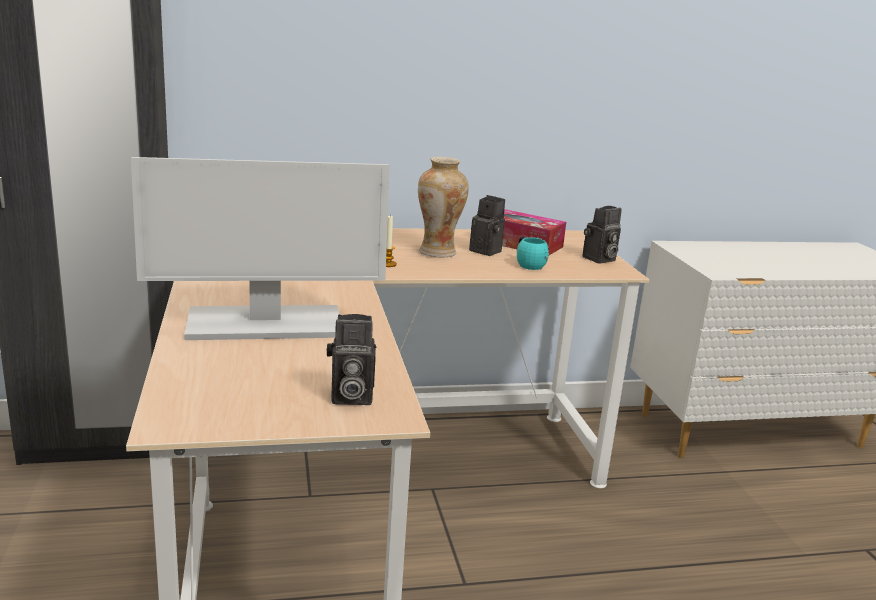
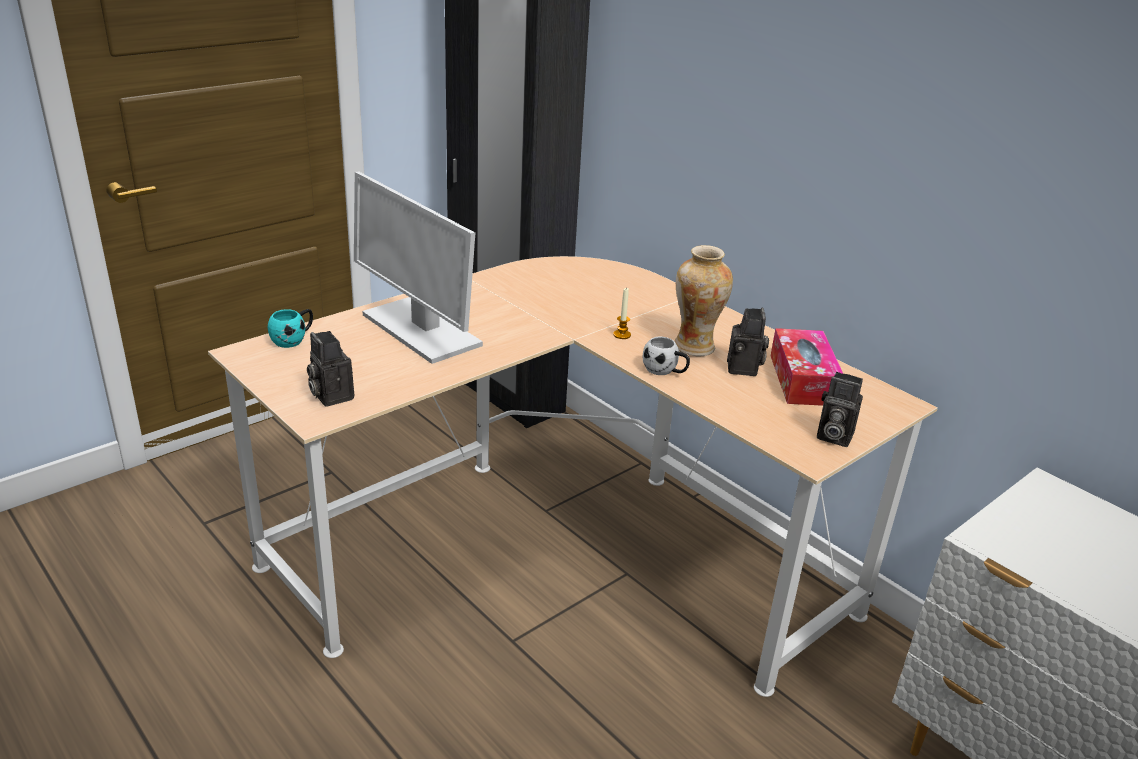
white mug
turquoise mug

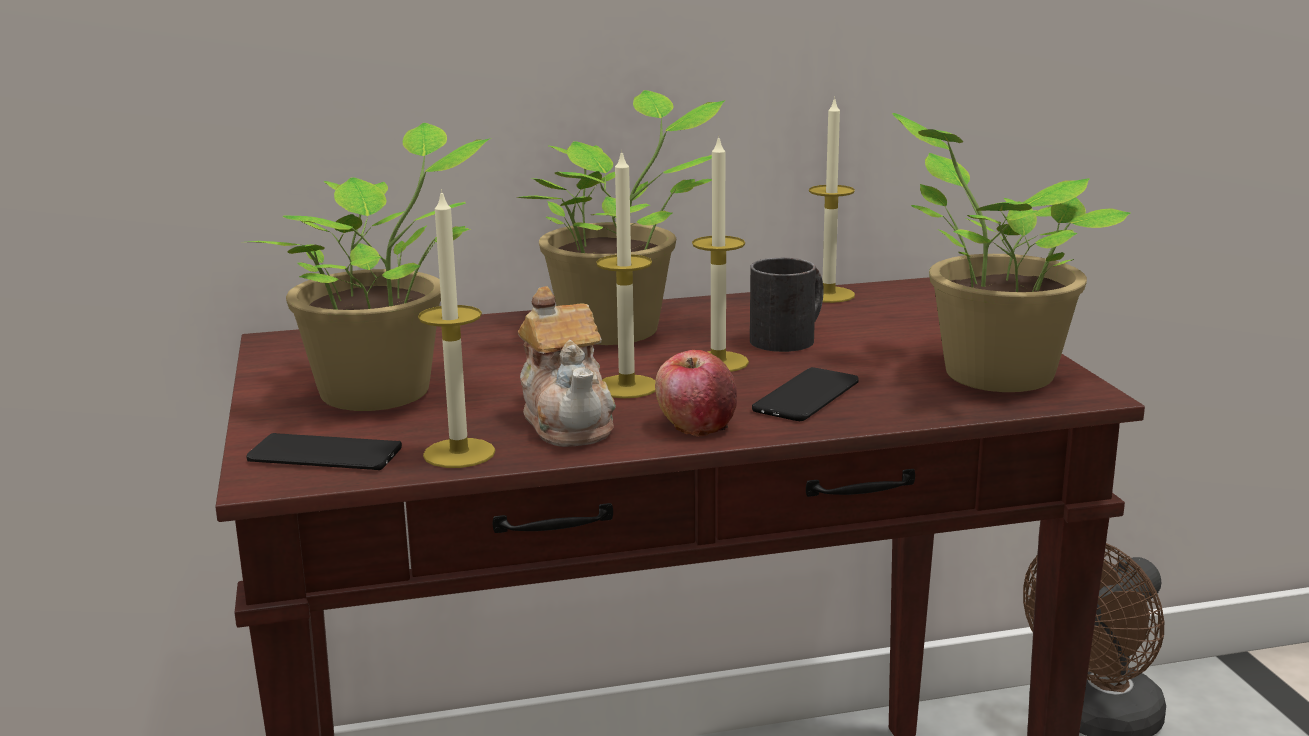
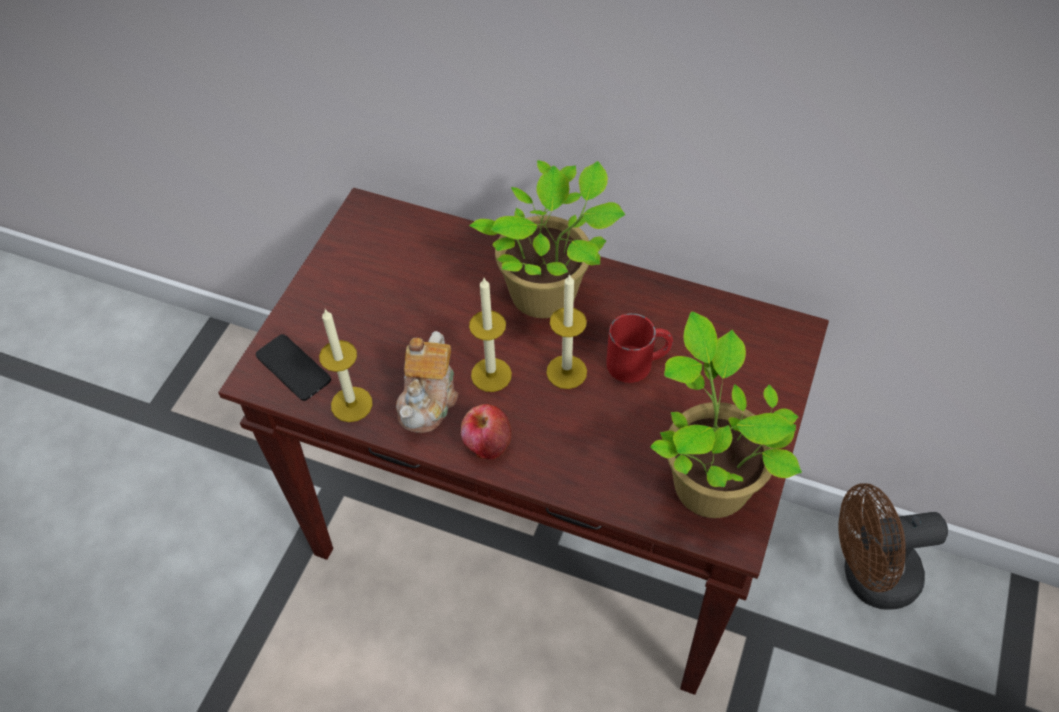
potted plant (1st from left in the first image)
phone (2nd from left in the first image)
candle (4th from left in the first image)
red mug

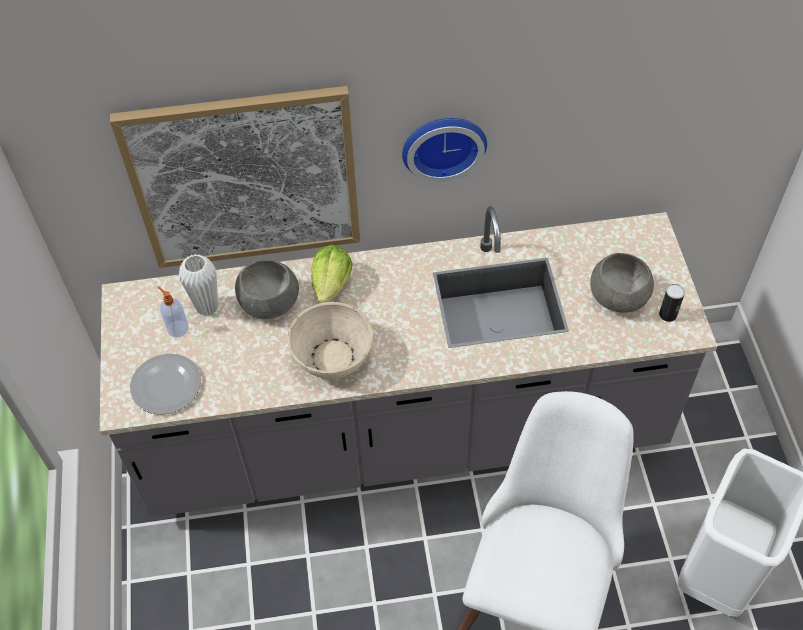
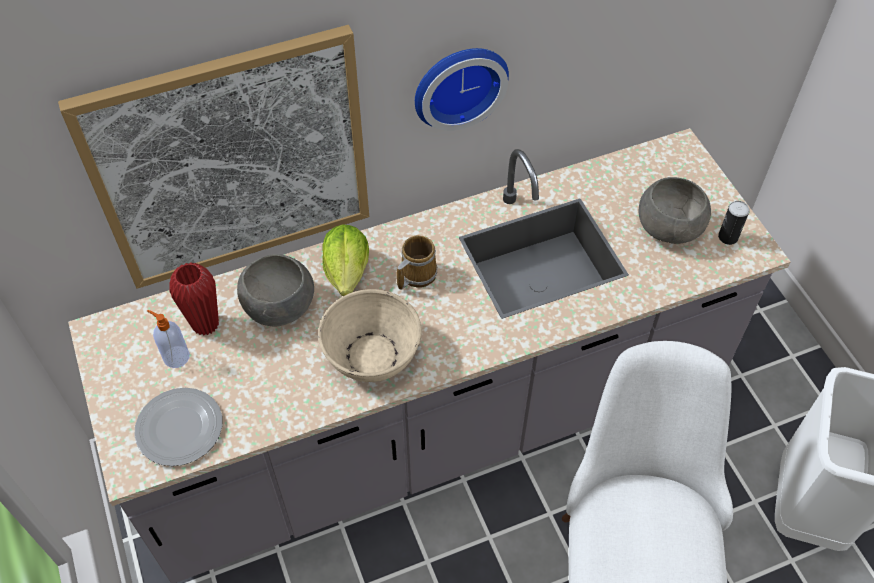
mug
red vase

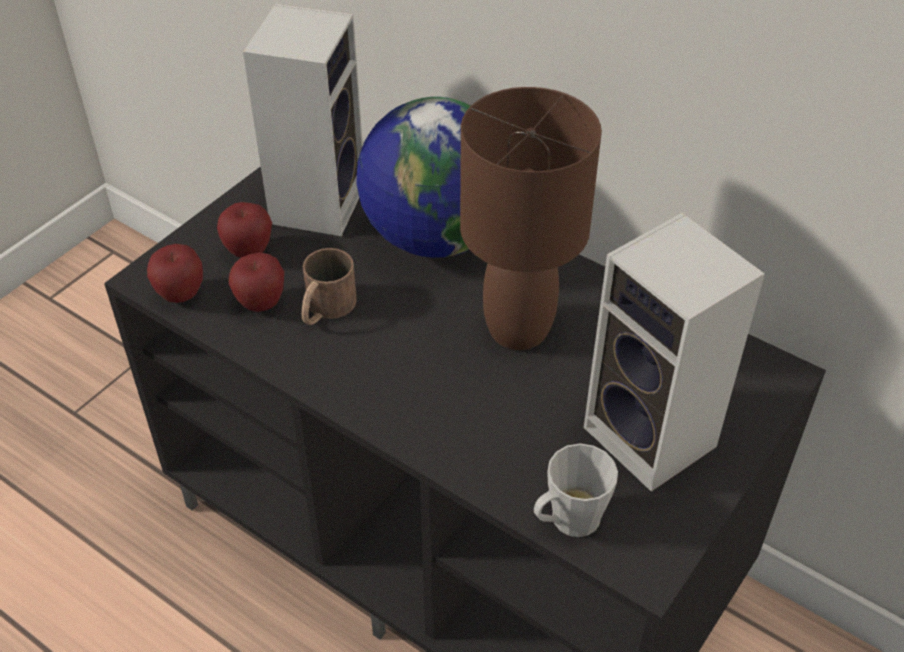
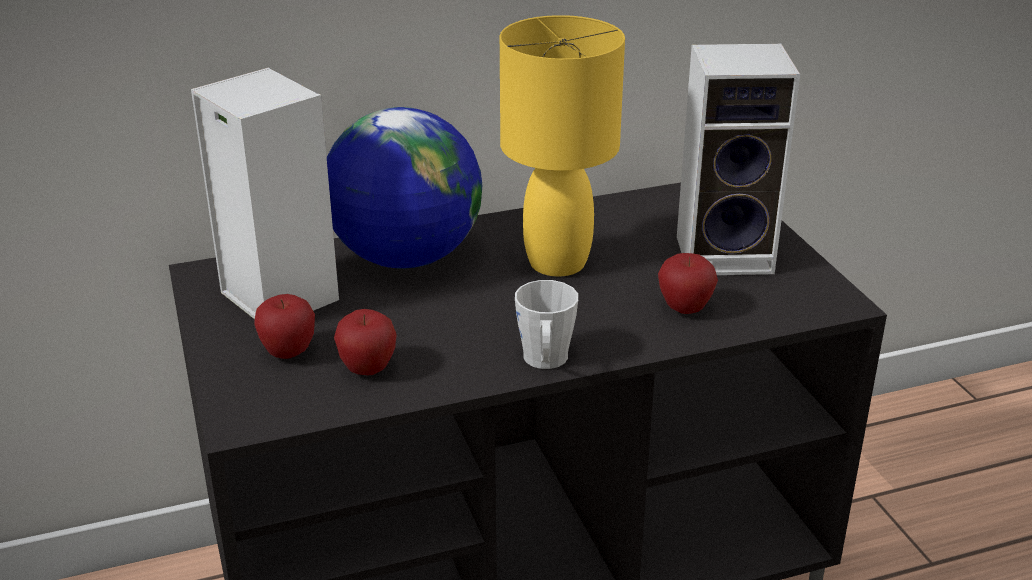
brown mug
apple (3rd from left)
grey mug
yellow table lamp

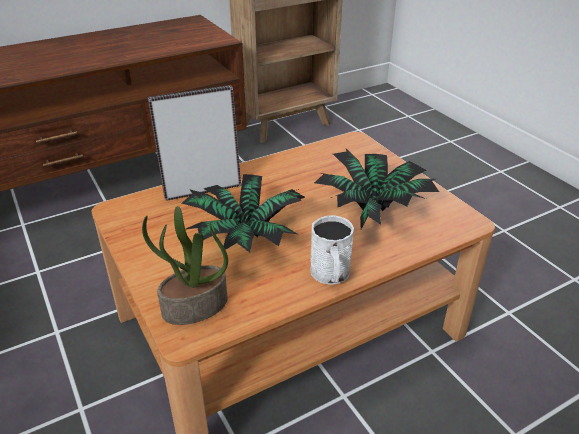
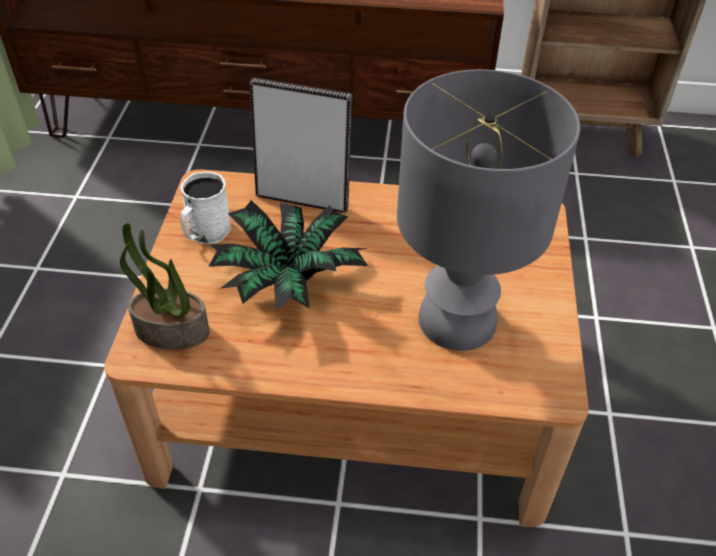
white mug
grey table lamp

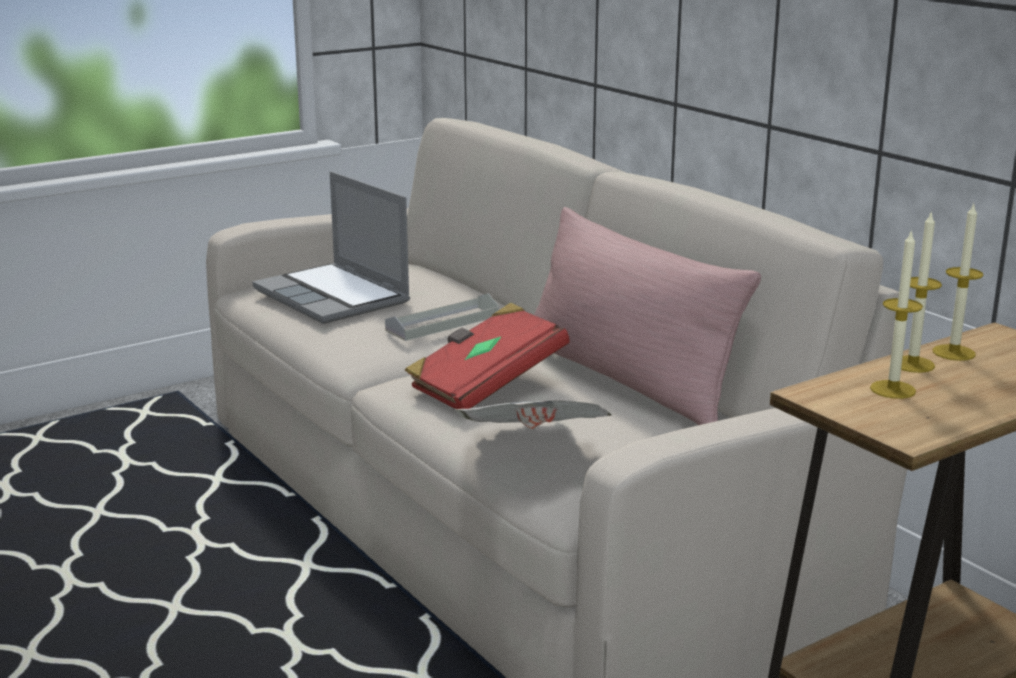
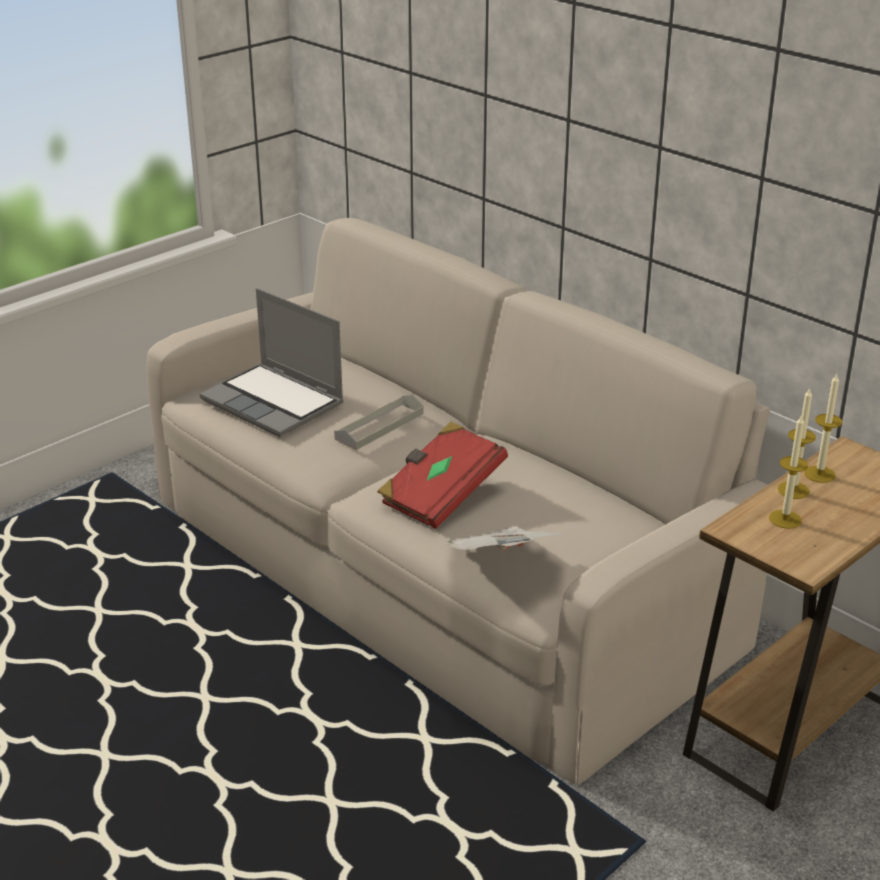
pink pillow

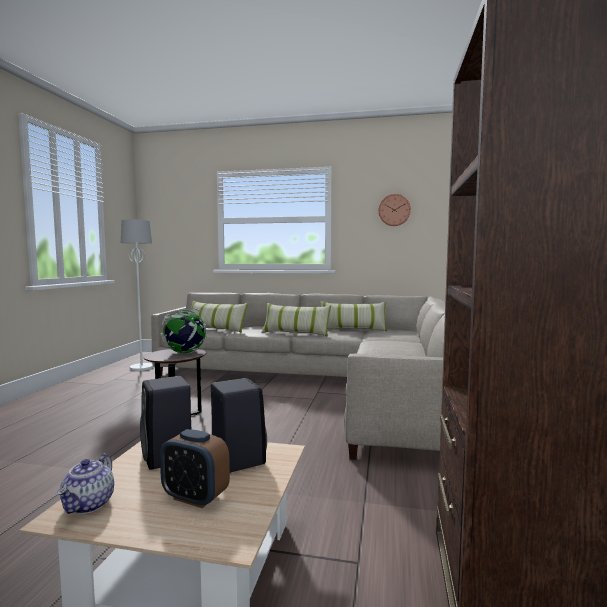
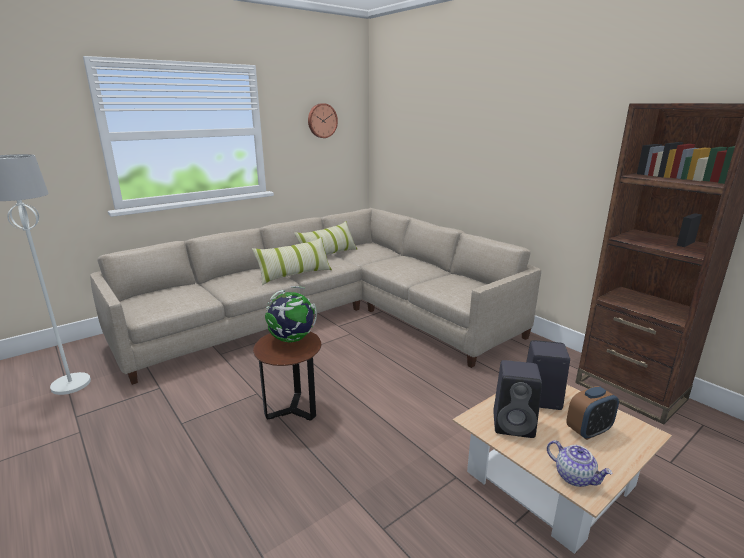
pillow (1st from left in the first image)

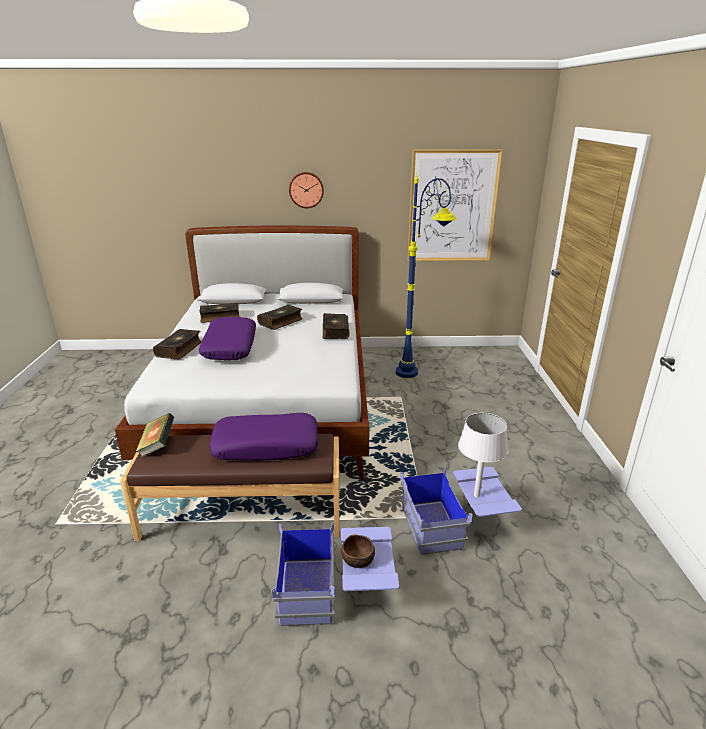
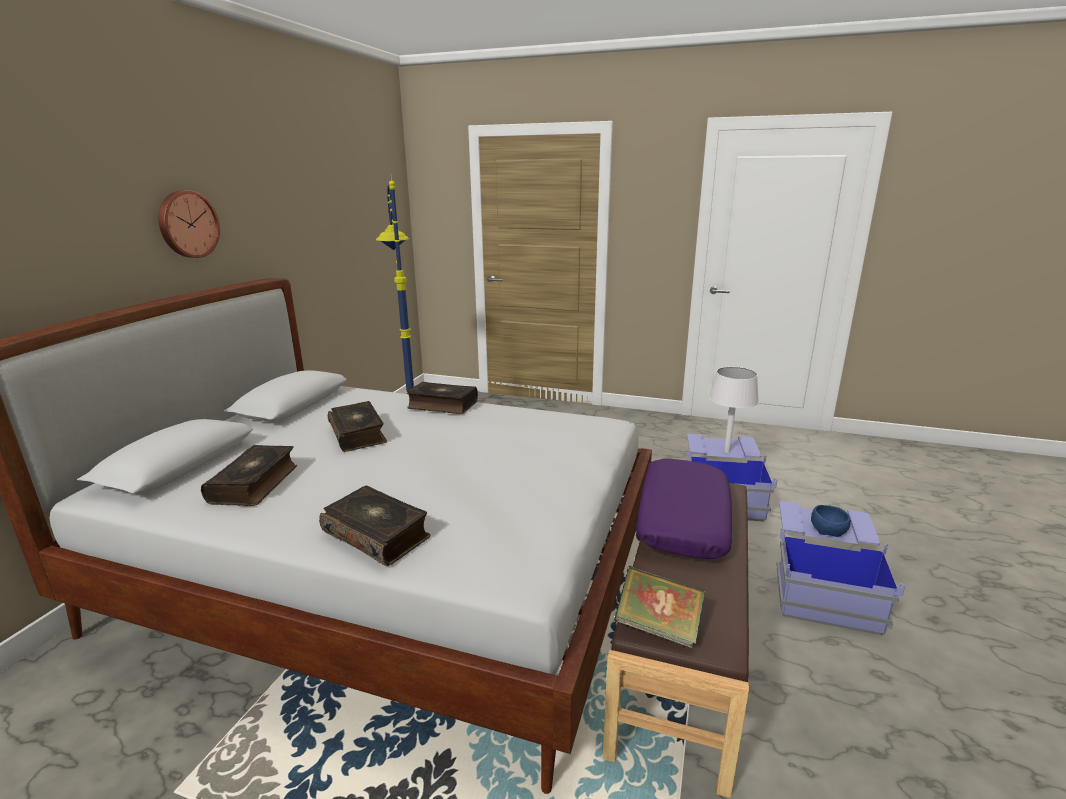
purple pillow (1st from left in the first image)
picture
blue bowl

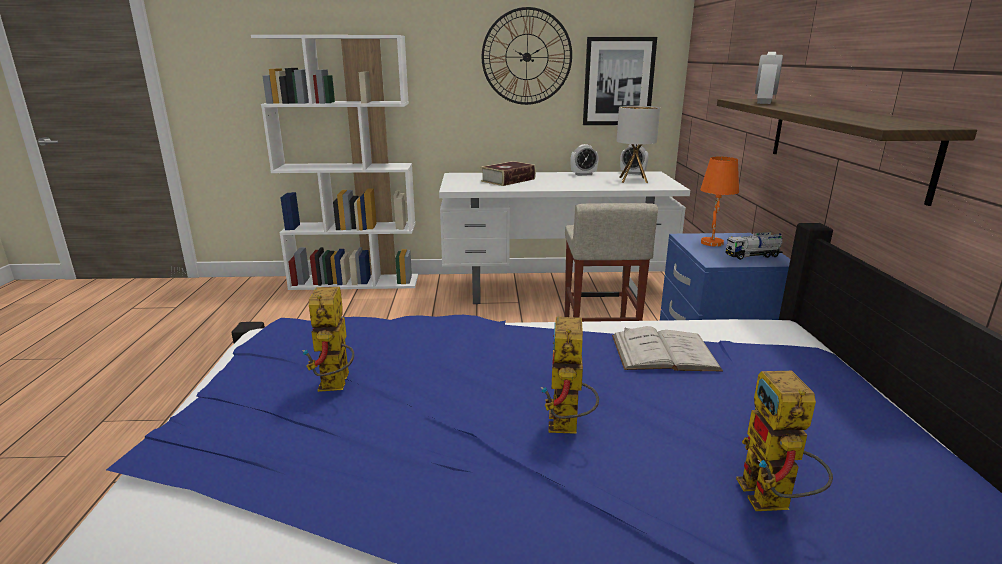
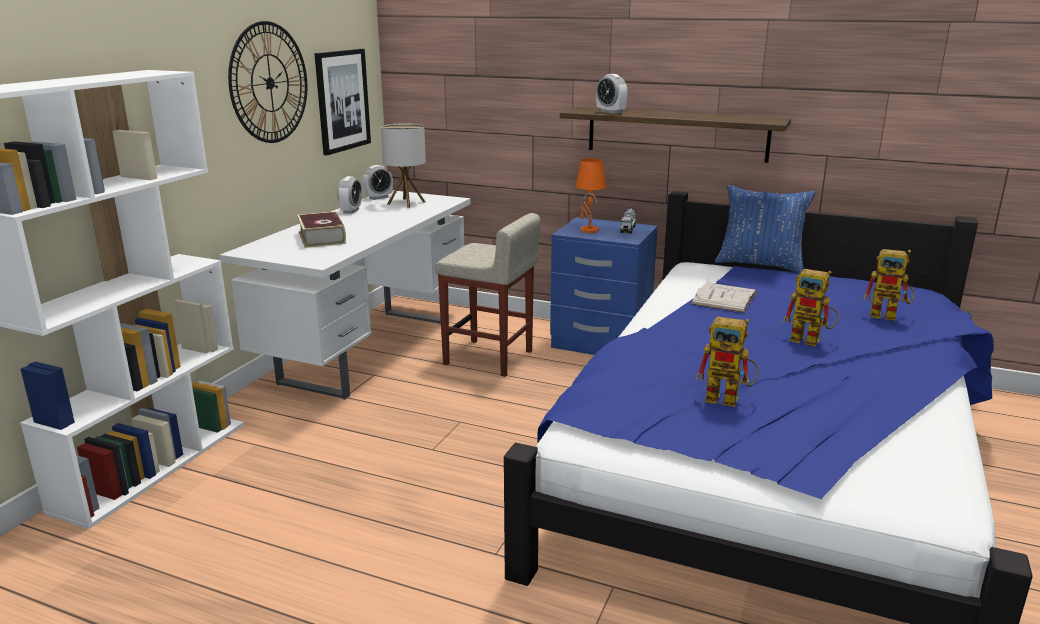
blue pillow

